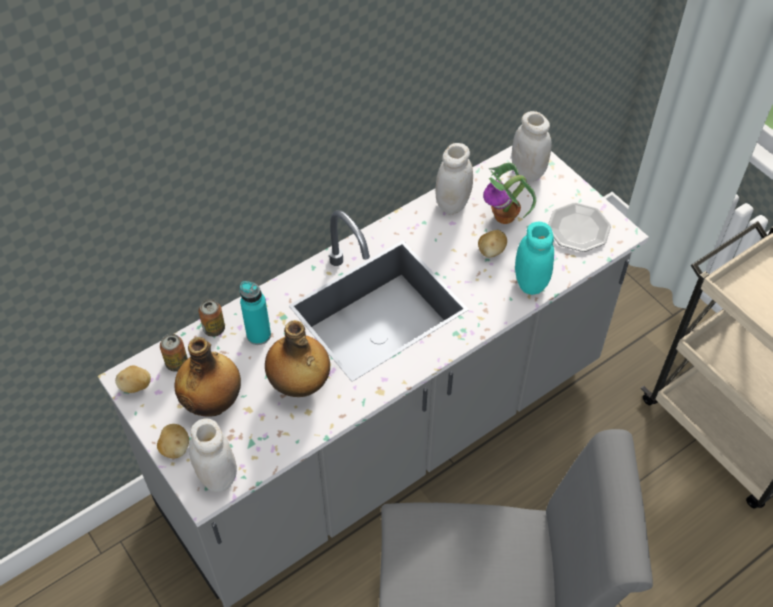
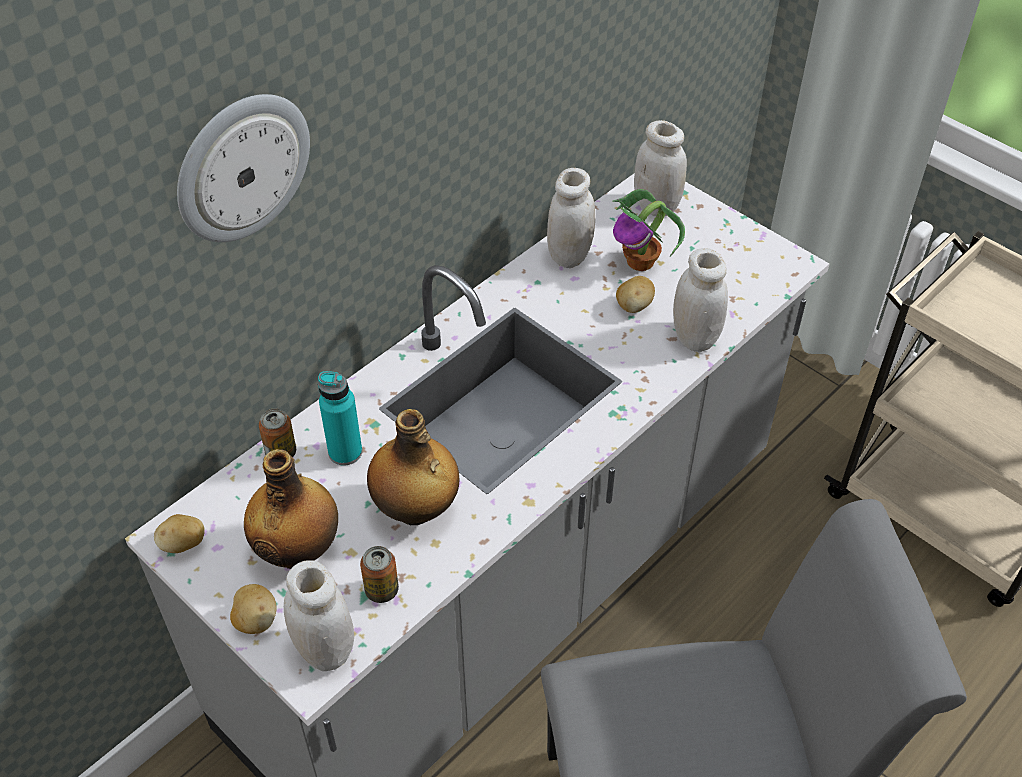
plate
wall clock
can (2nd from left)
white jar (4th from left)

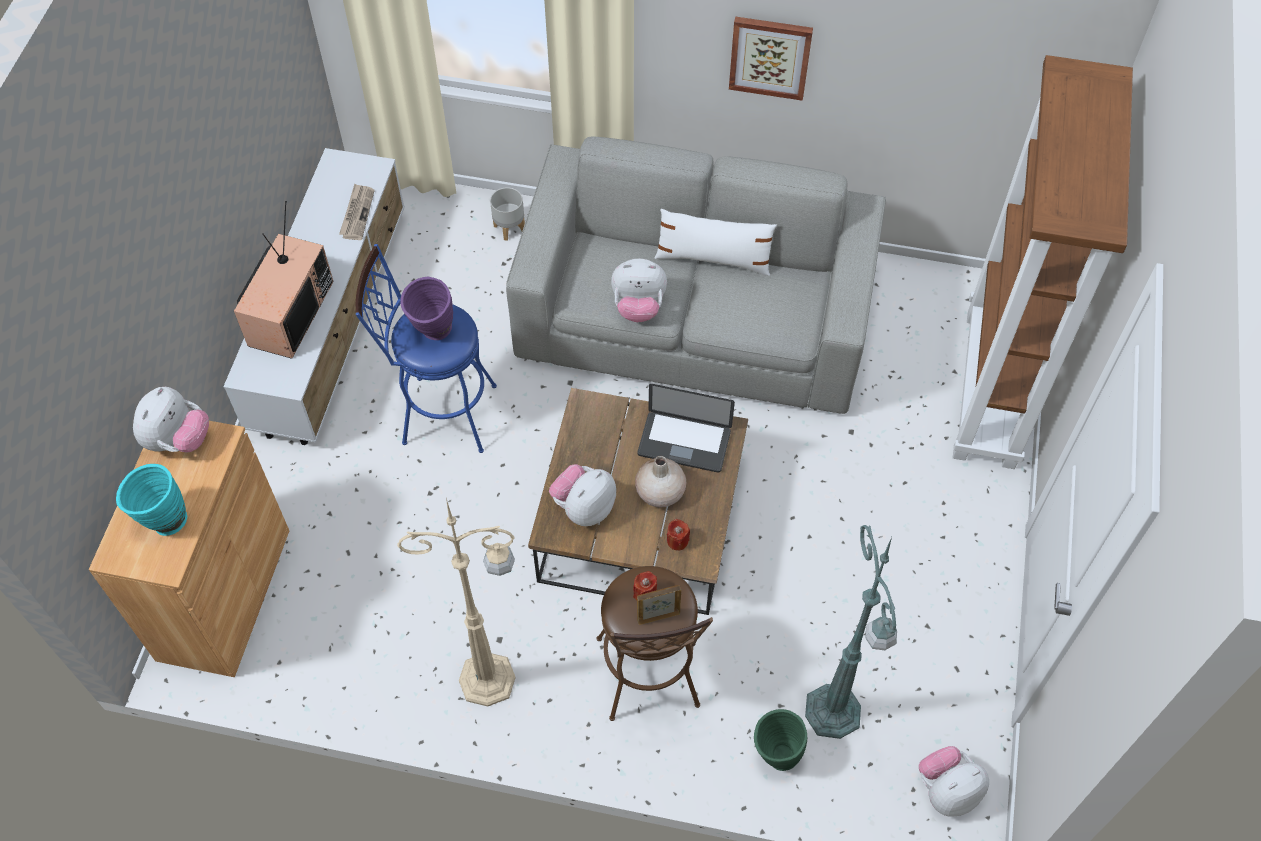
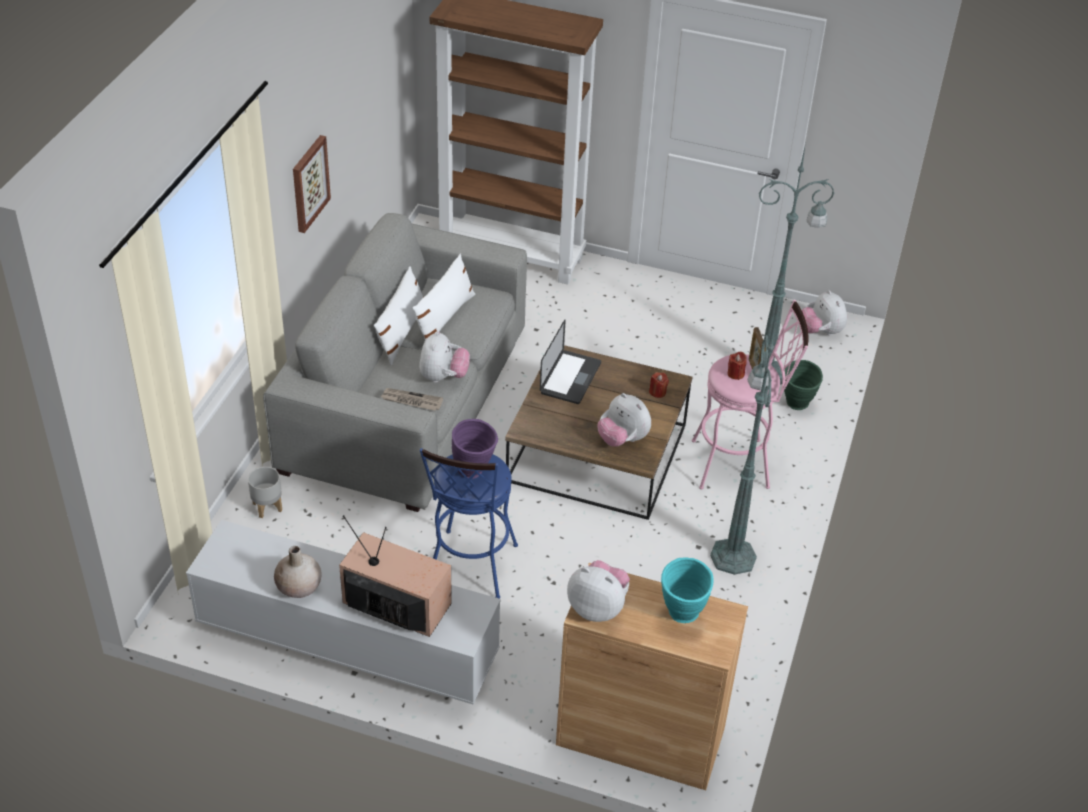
white pillow (2nd from left)
newspaper
beige vase
green floor lamp (1st from left)
pink stool

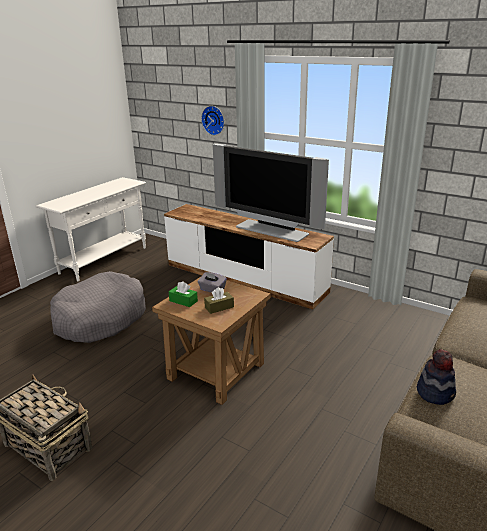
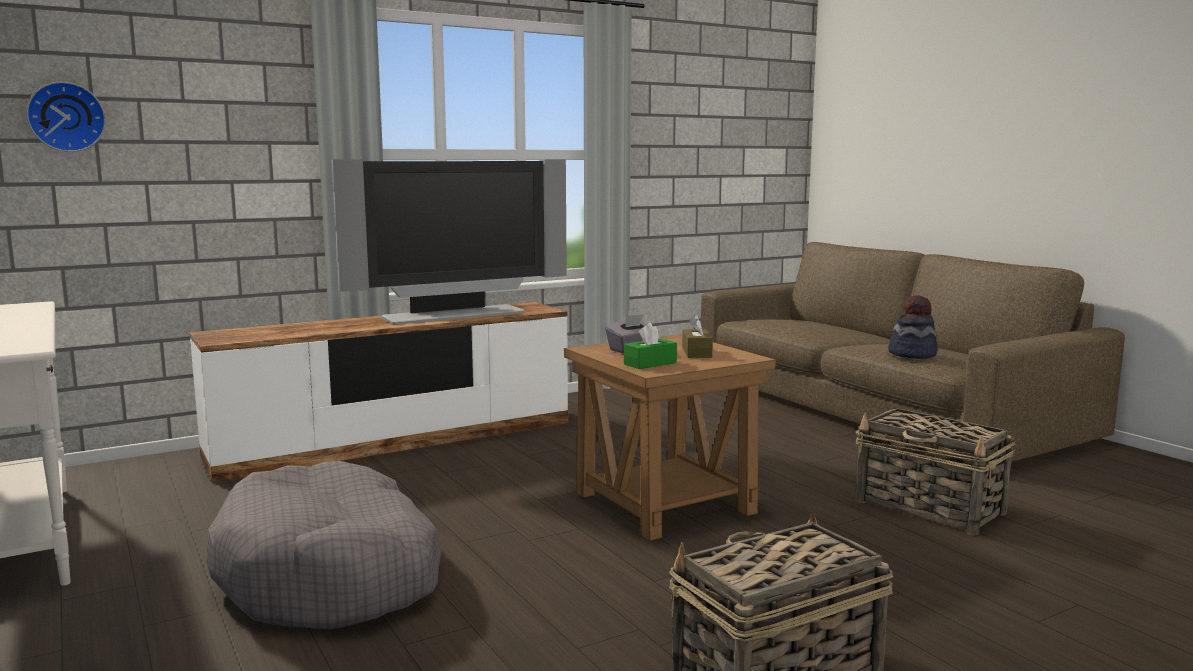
basket (2nd from left)
wall clock

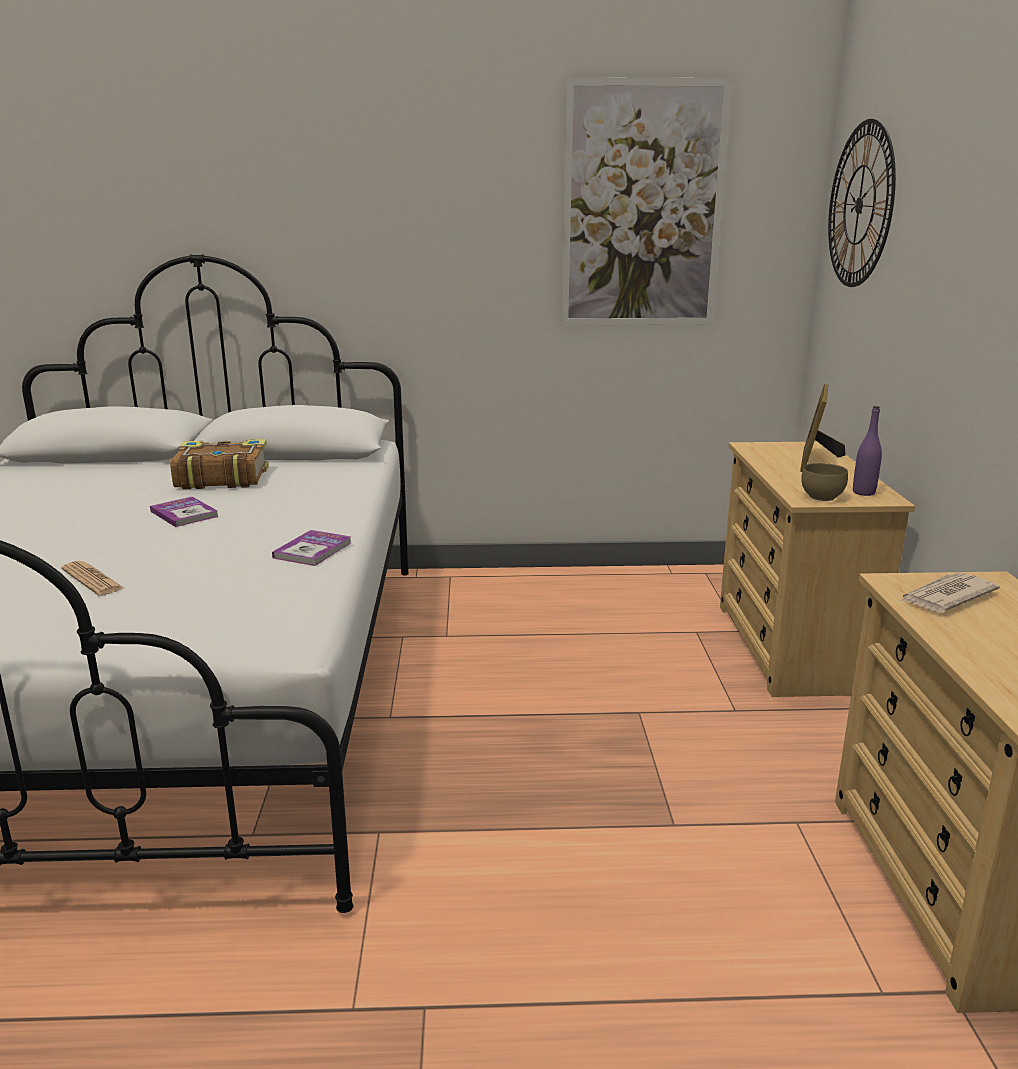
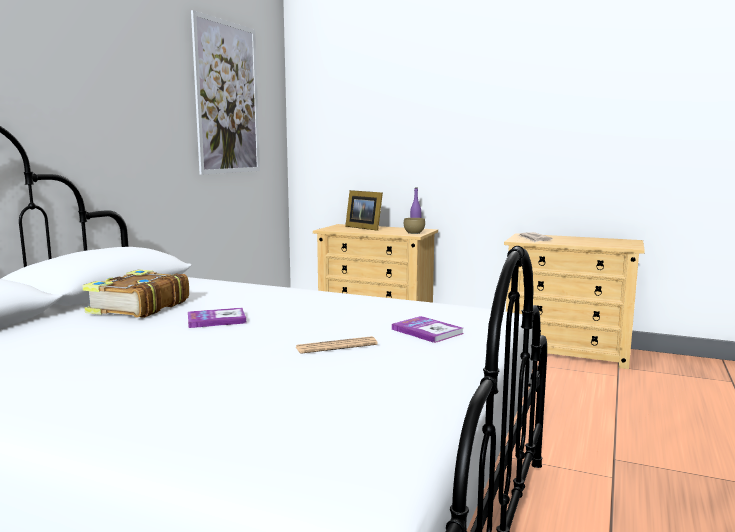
wall clock
book (3rd from left)

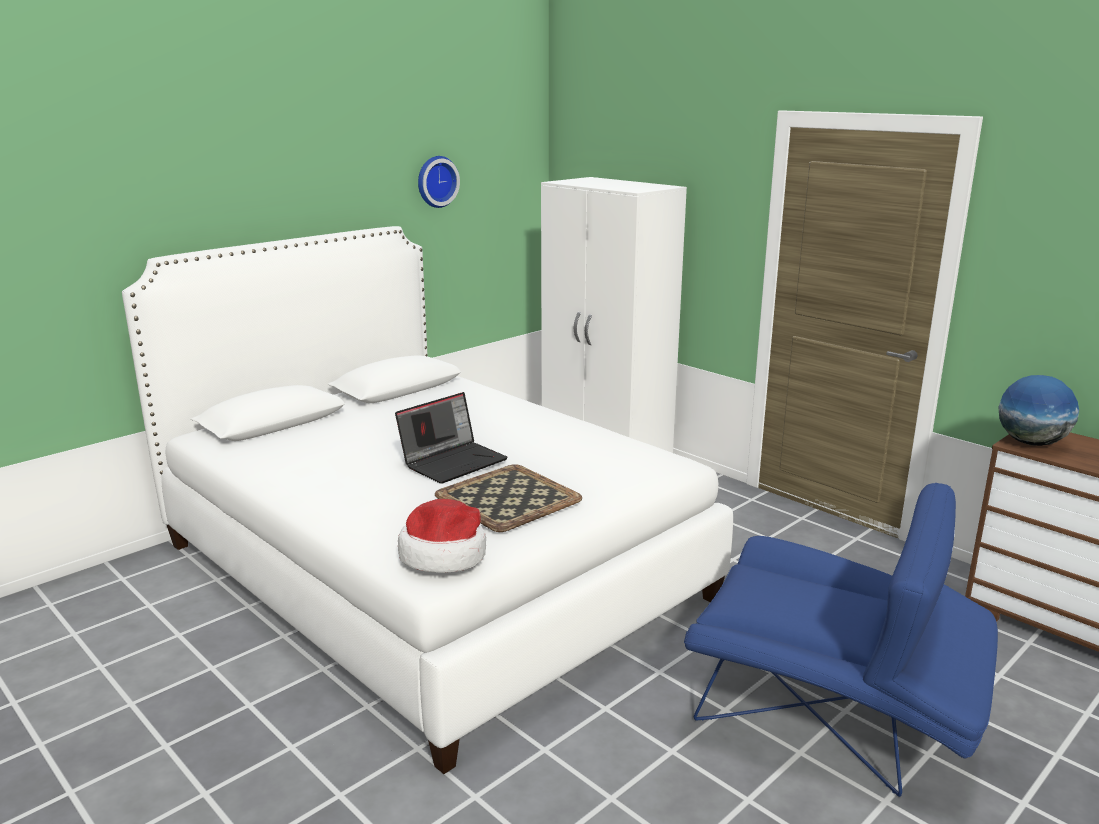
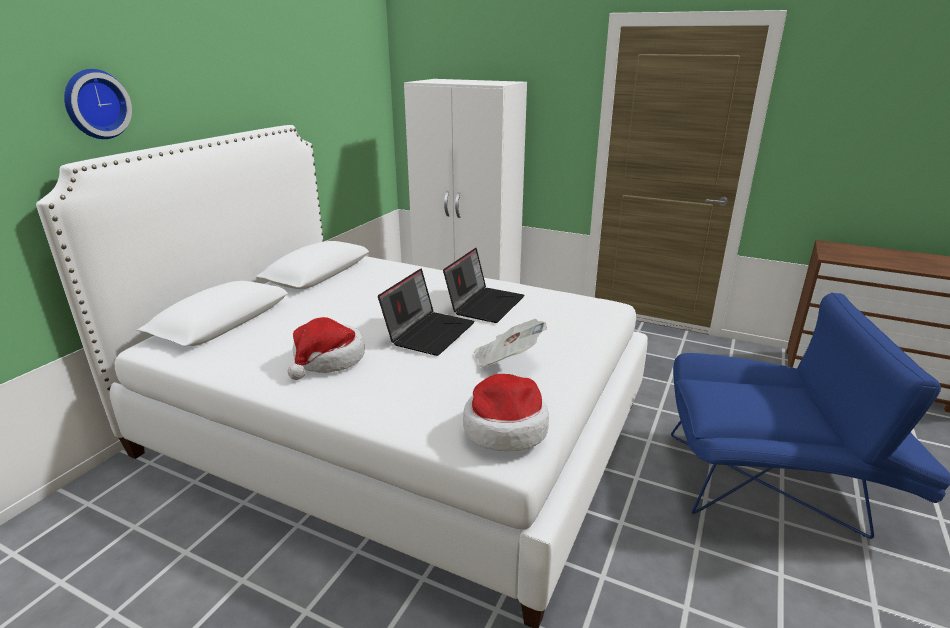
globe
hat (1st from left)
laptop (2nd from left)
wall clock
newspaper

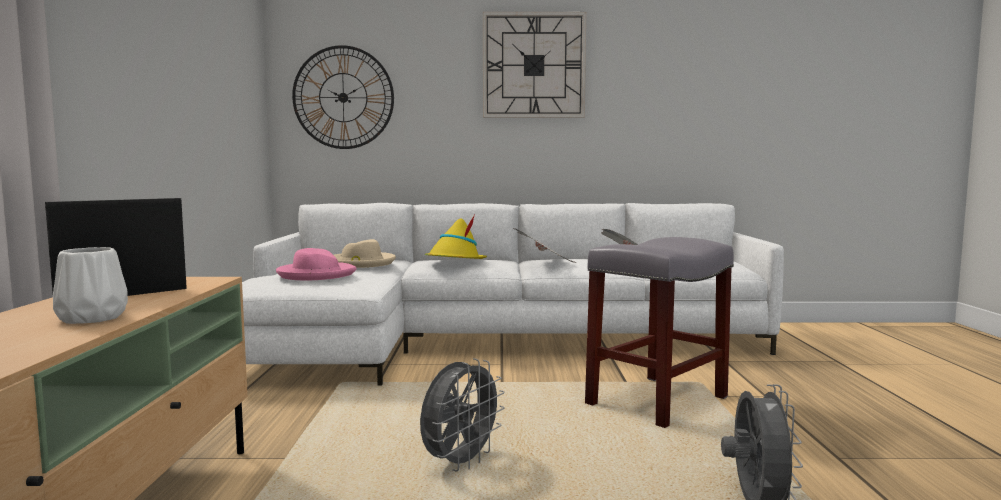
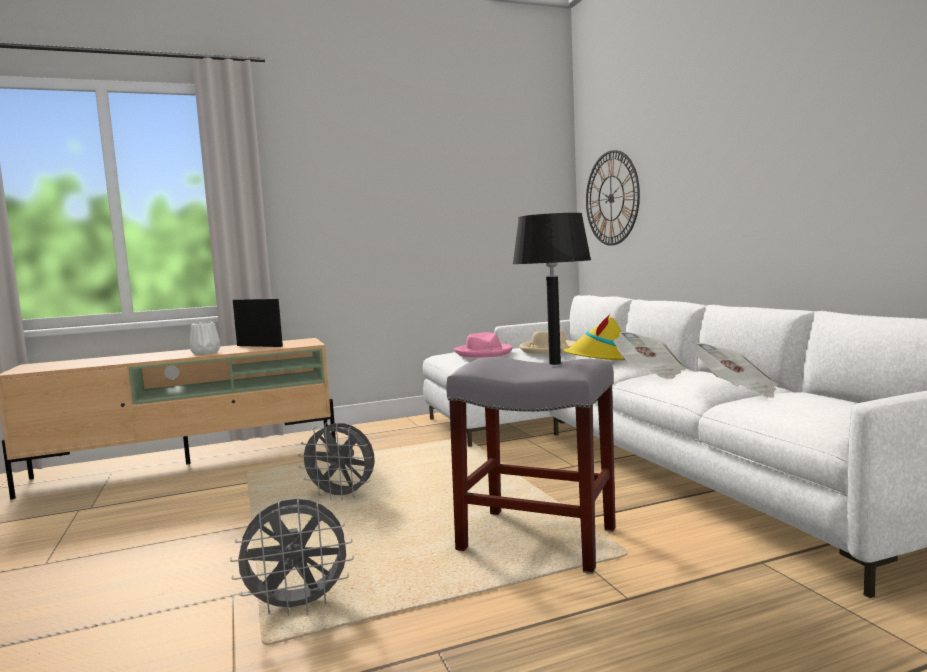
wall clock (2nd from left in the first image)
black table lamp

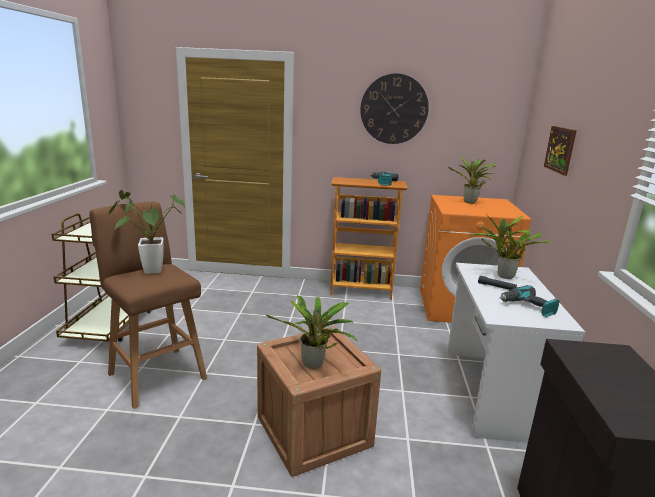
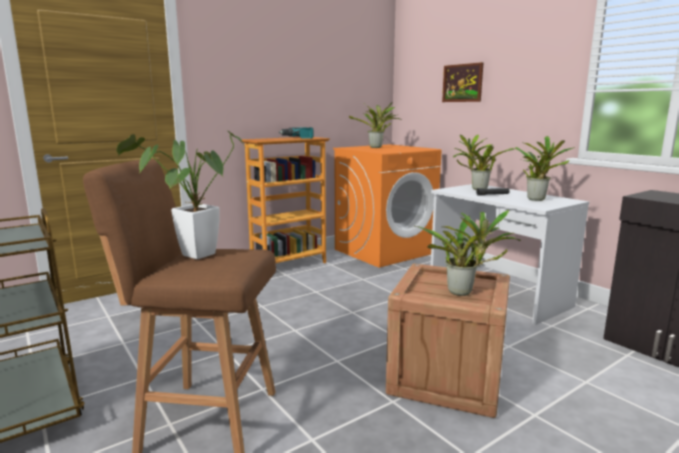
wall clock
potted plant (5th from left)

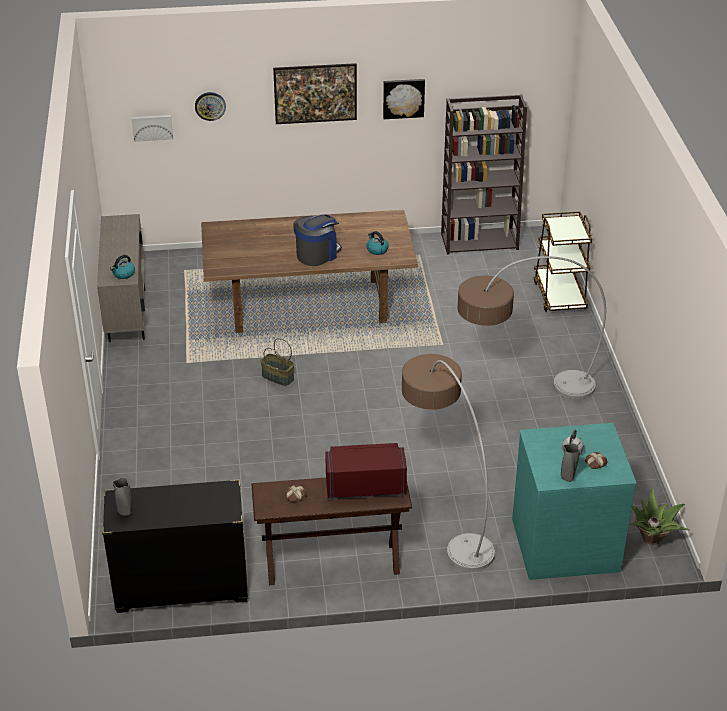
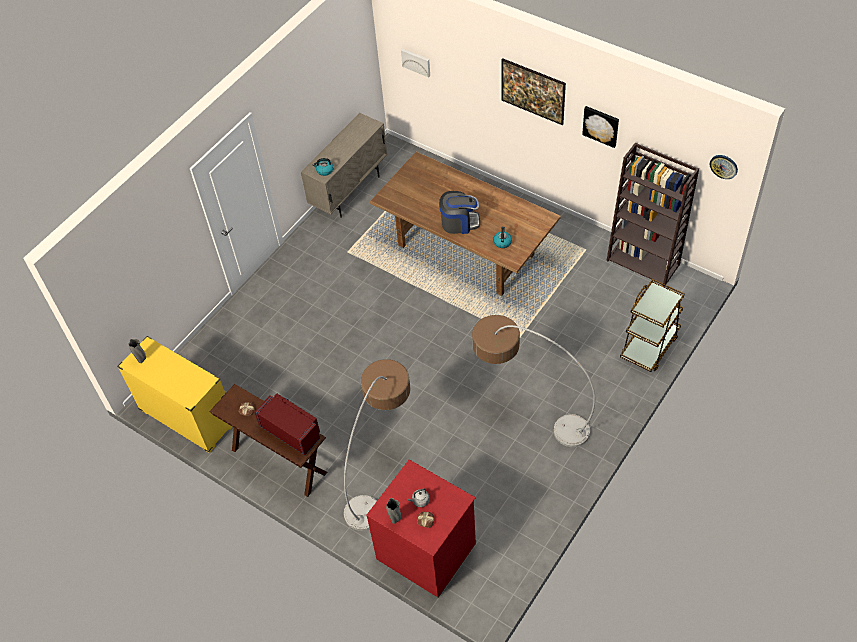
basket
potted plant
wall clock
yellow dresser
red dresser

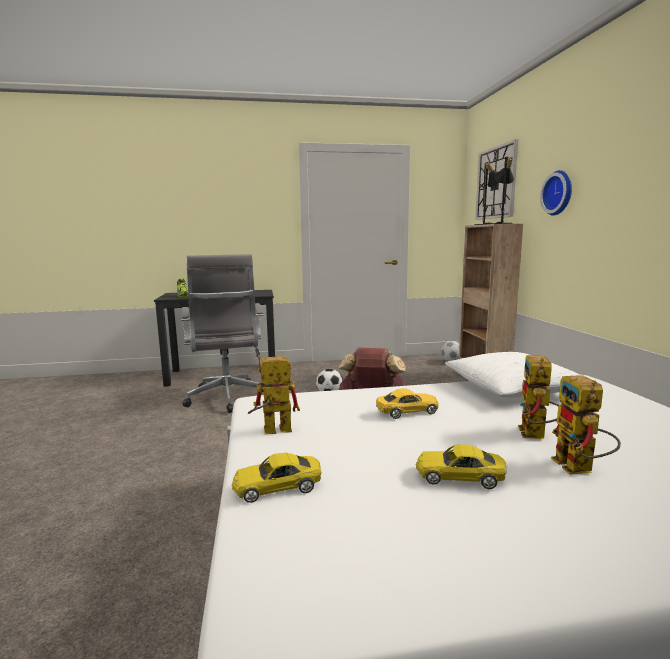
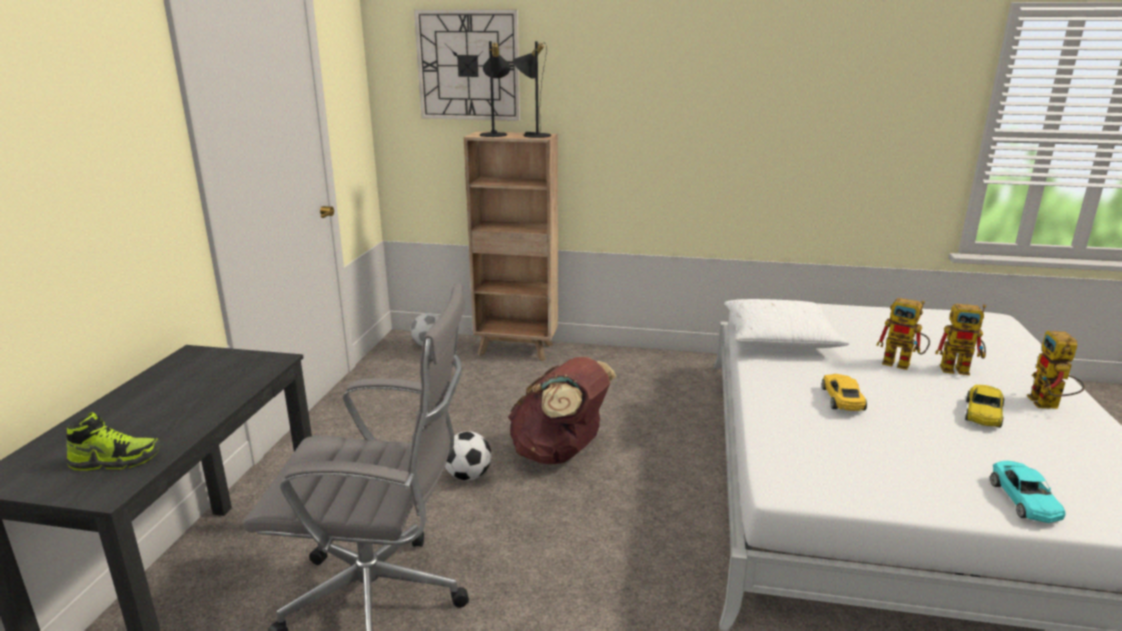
wall clock (2nd from left in the first image)
toy robot (3rd from left)
turquoise toy car

